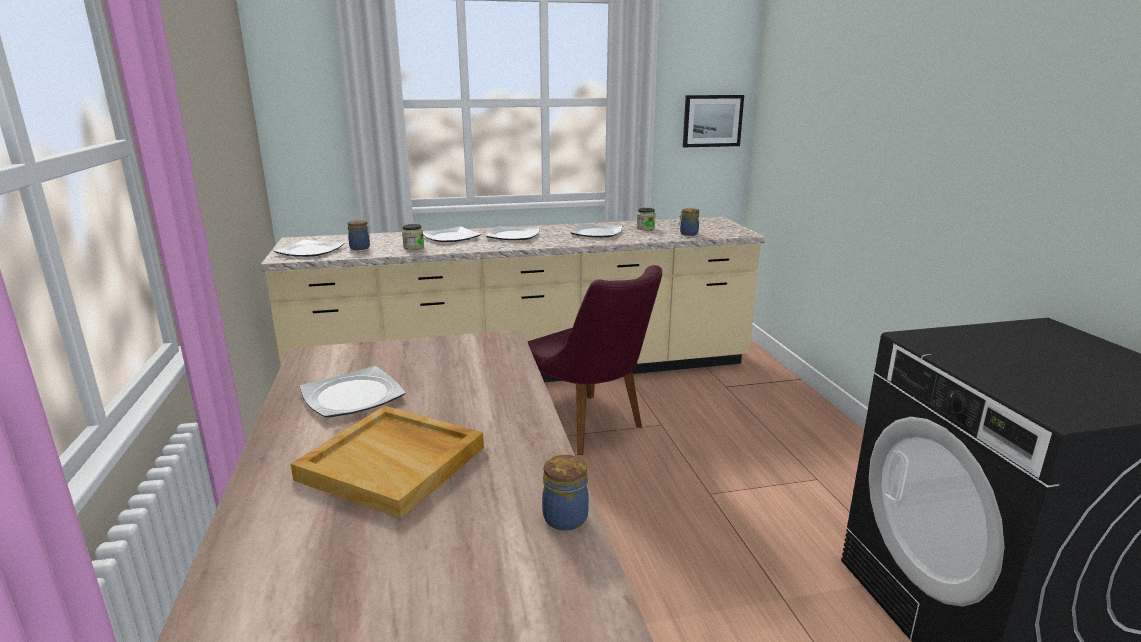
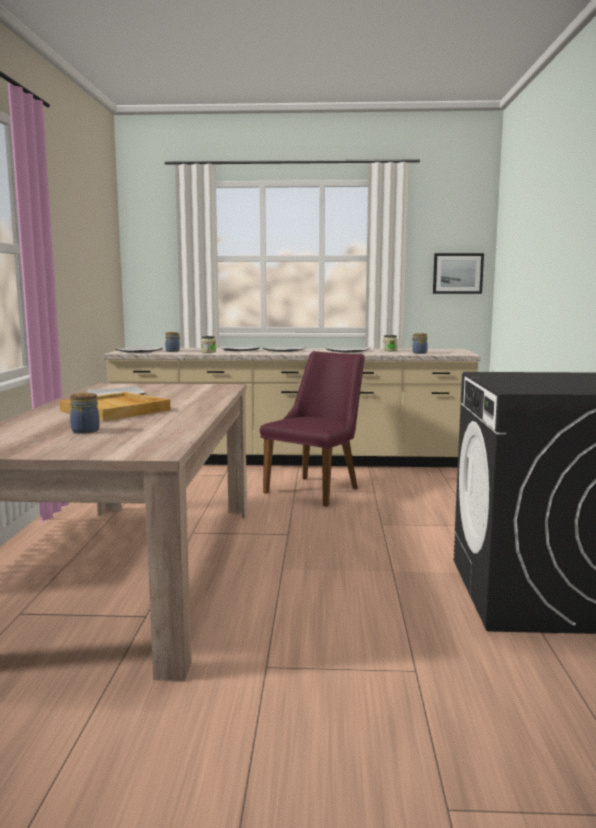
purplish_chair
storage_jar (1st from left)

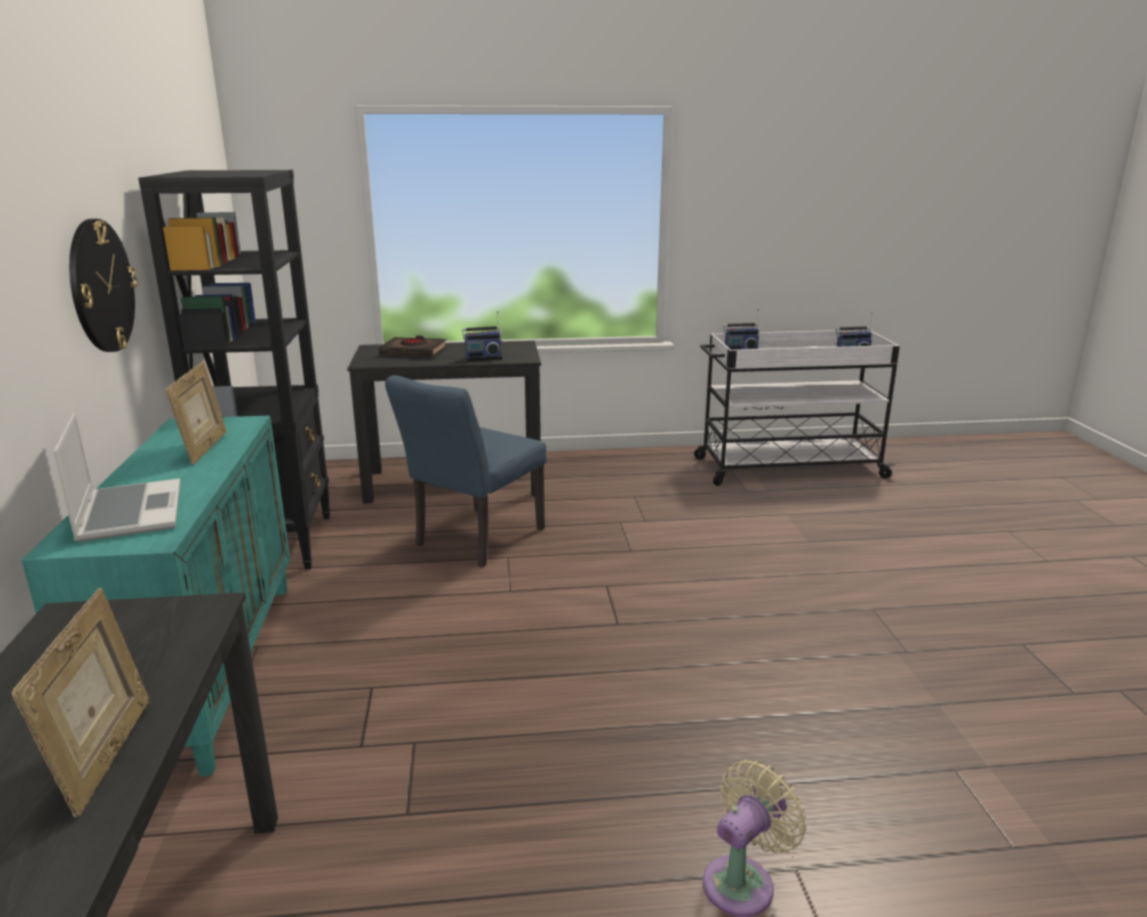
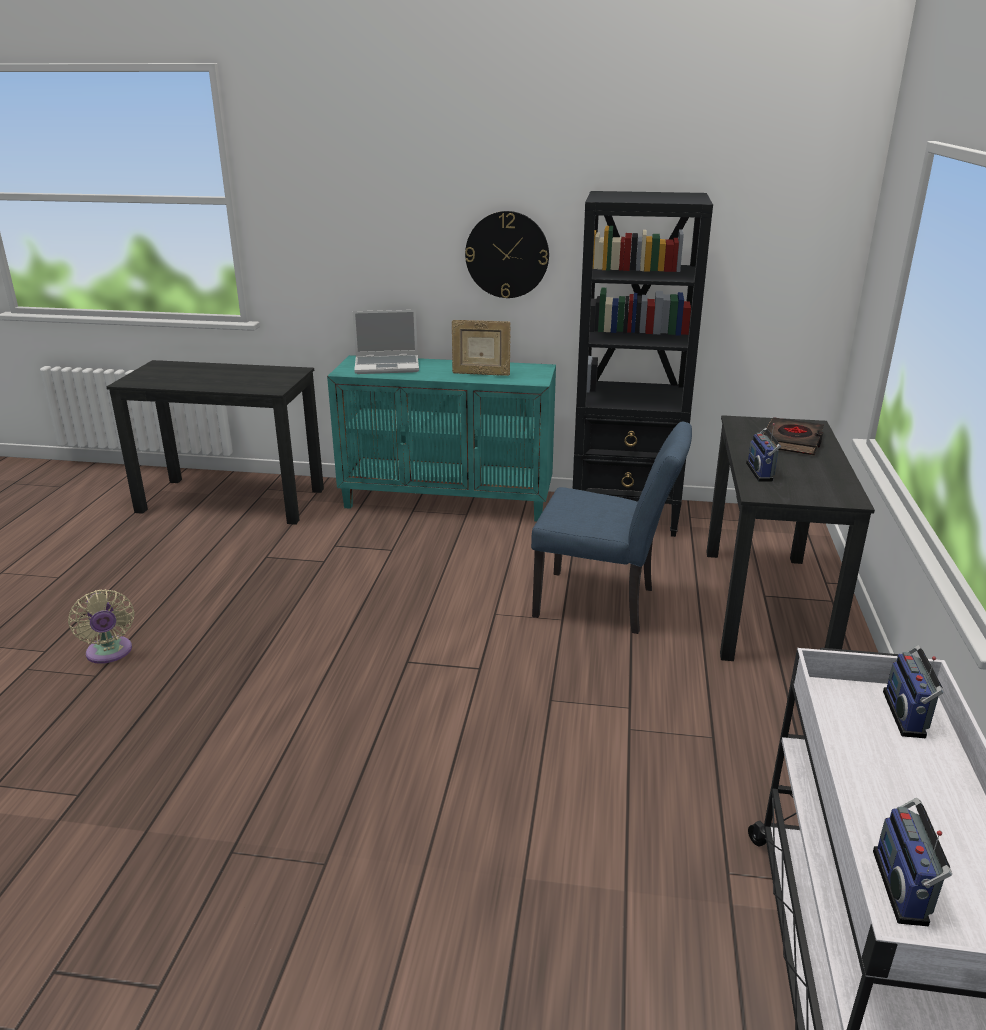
bluish_chair
picture_frame (1st from left in the first image)

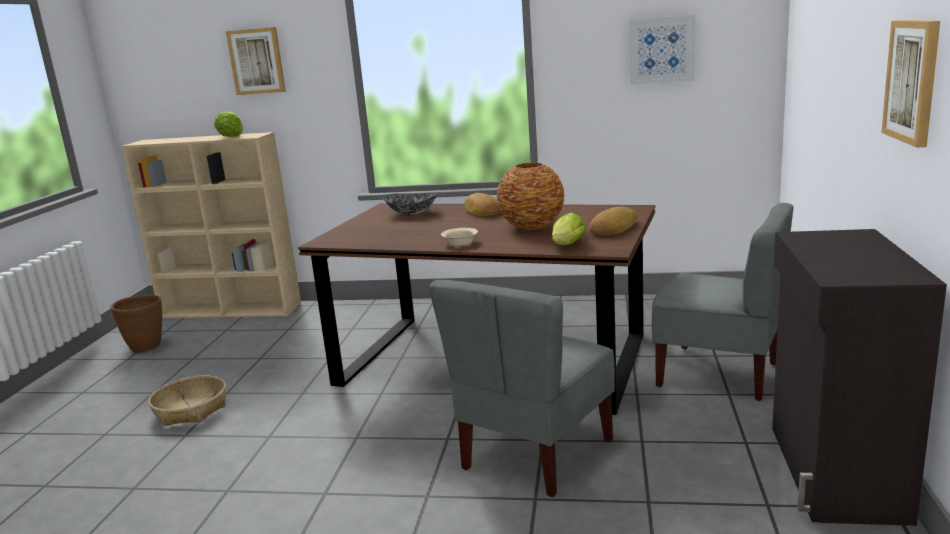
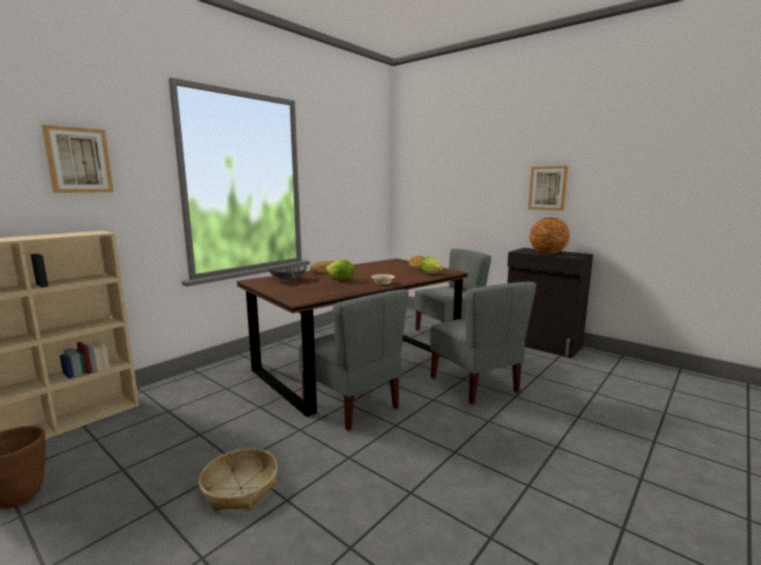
picture (2nd from left in the first image)
lettuce_head (1st from left)
decorative_vase
gray_chair (1st from left)

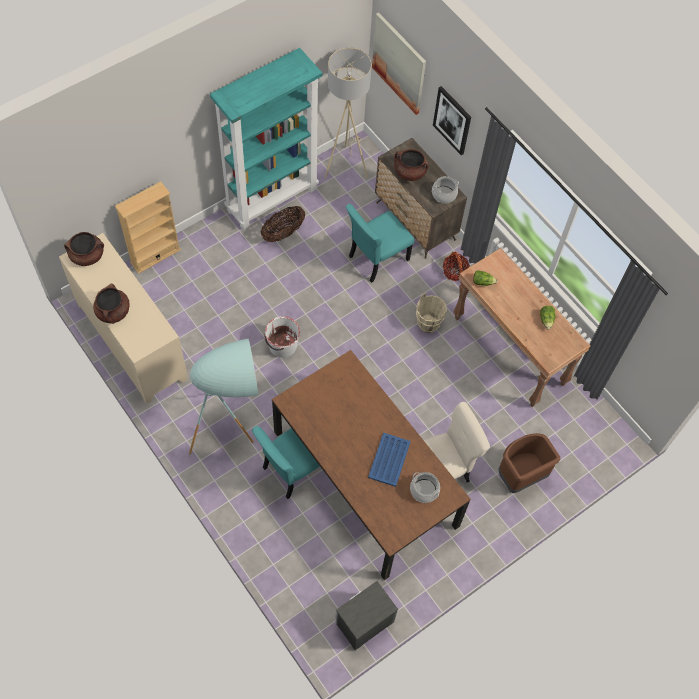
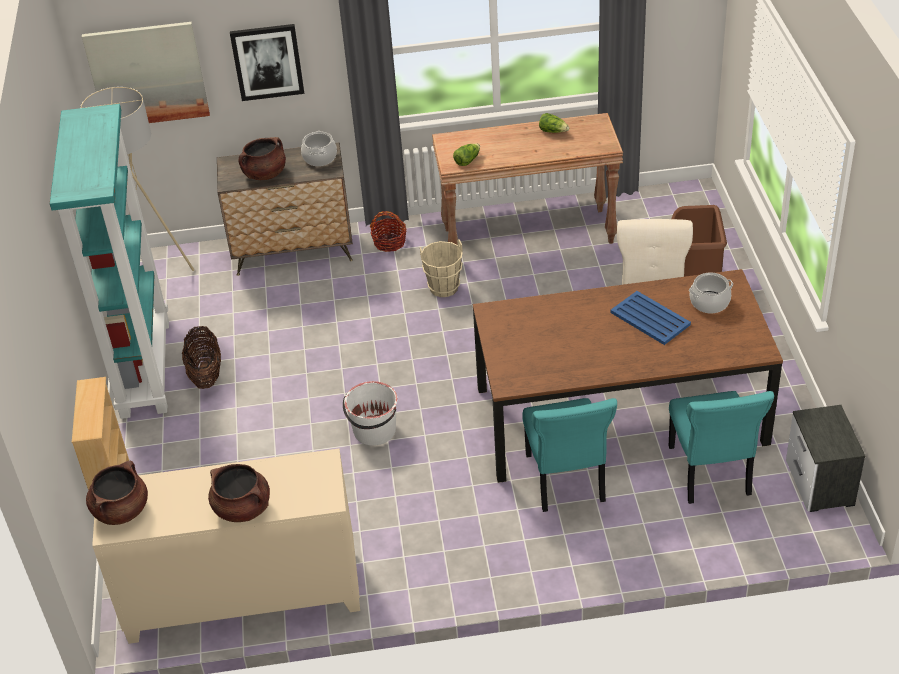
turquoise-coloured_chair (2nd from left)
turquoise-coloured_standing_lamp

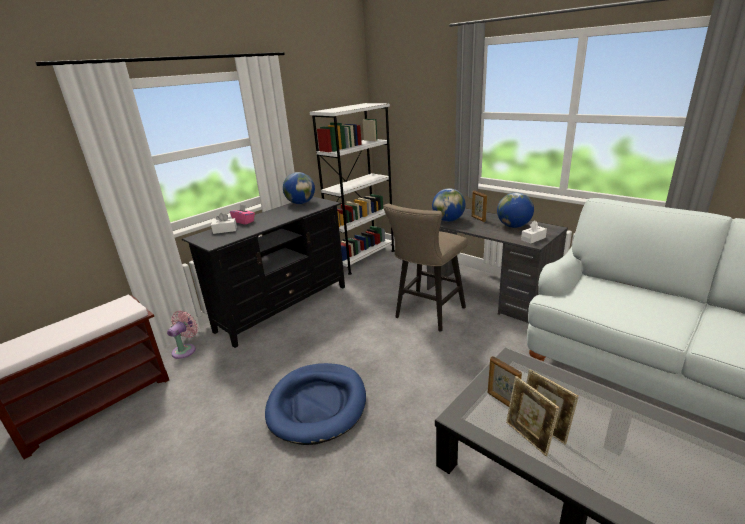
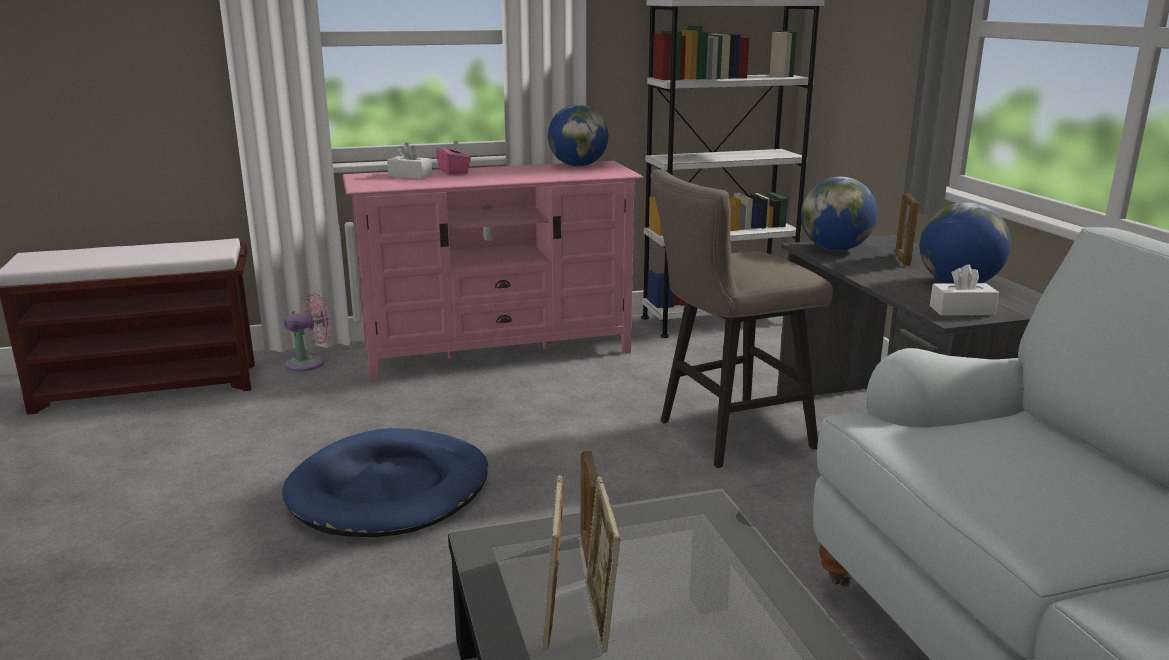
pink-coloured_media_console

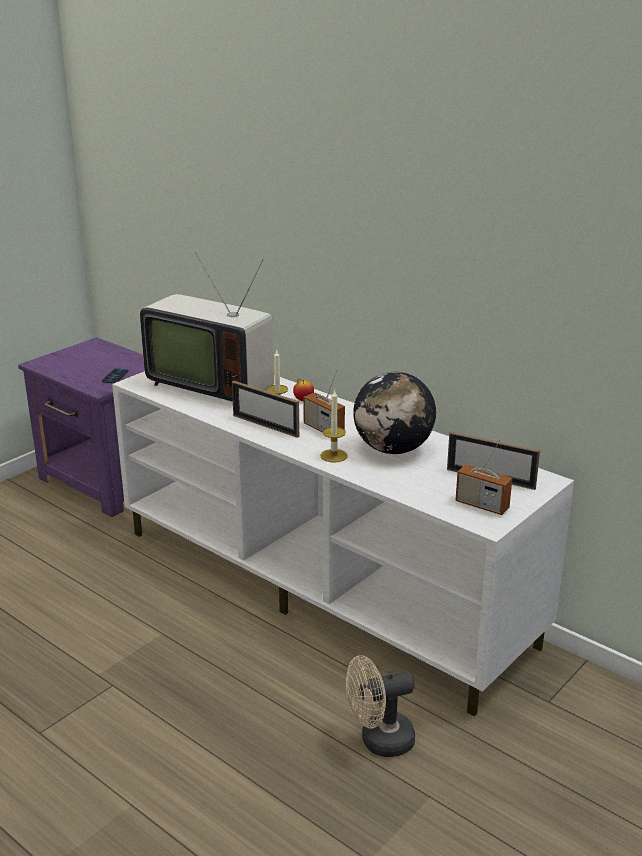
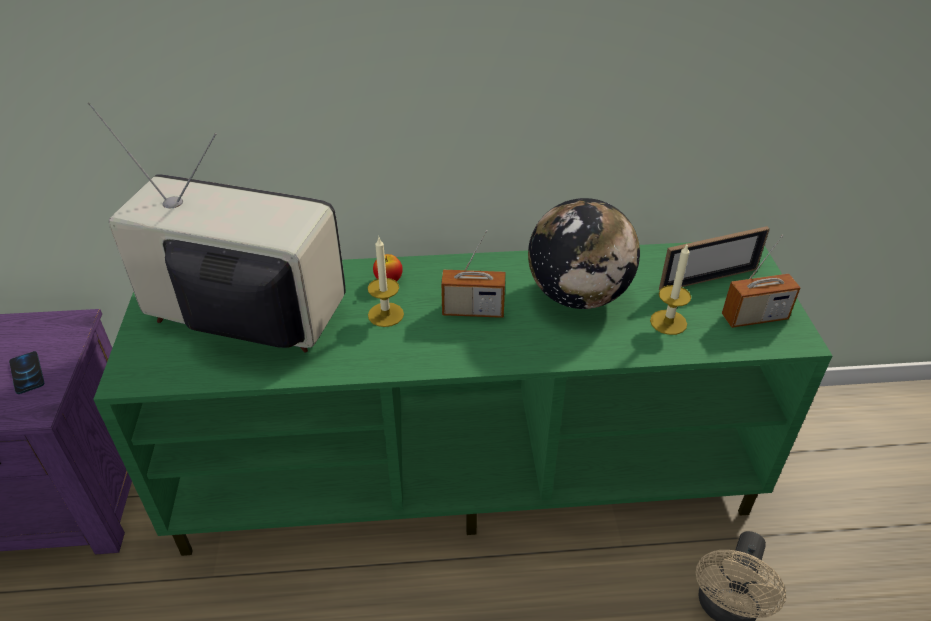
TV_set
greenish_media_console
picture_frame (1st from left in the first image)
wax_light (2nd from left)

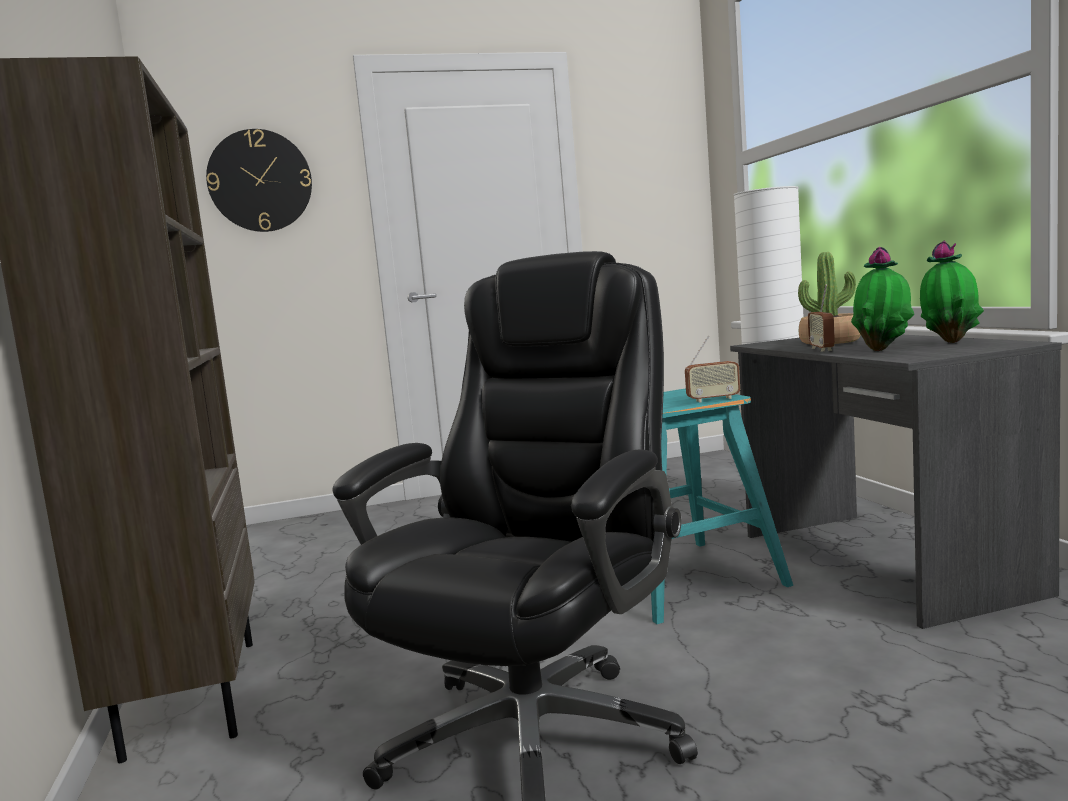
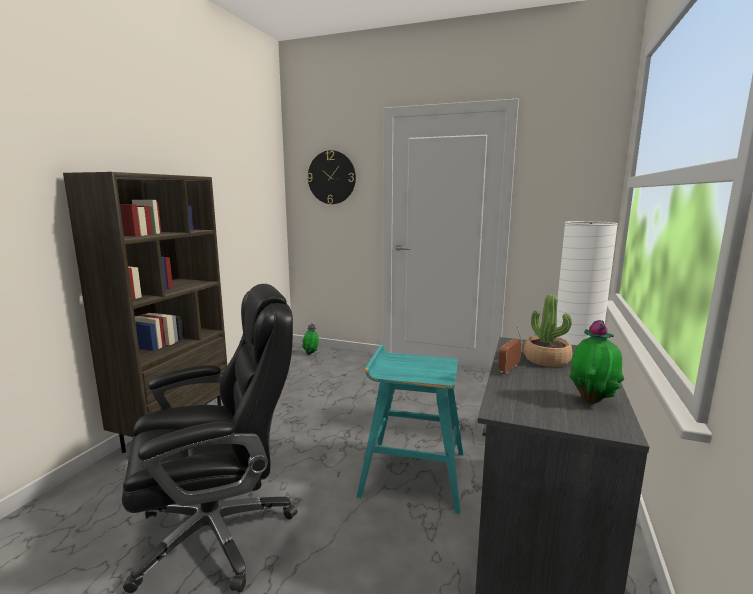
houseplant (1st from left)
radio (1st from left in the first image)

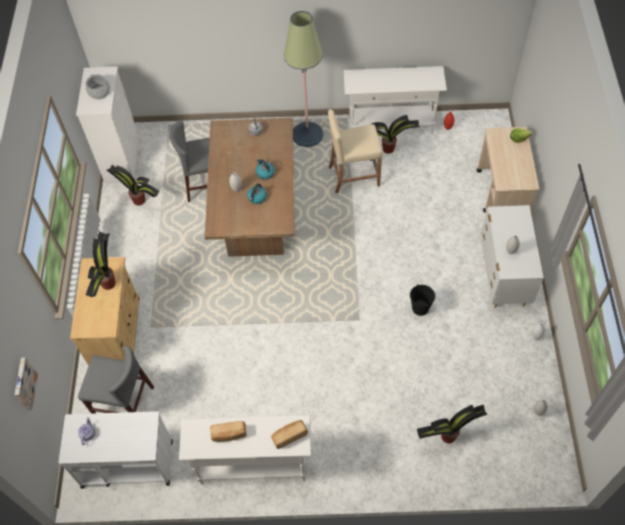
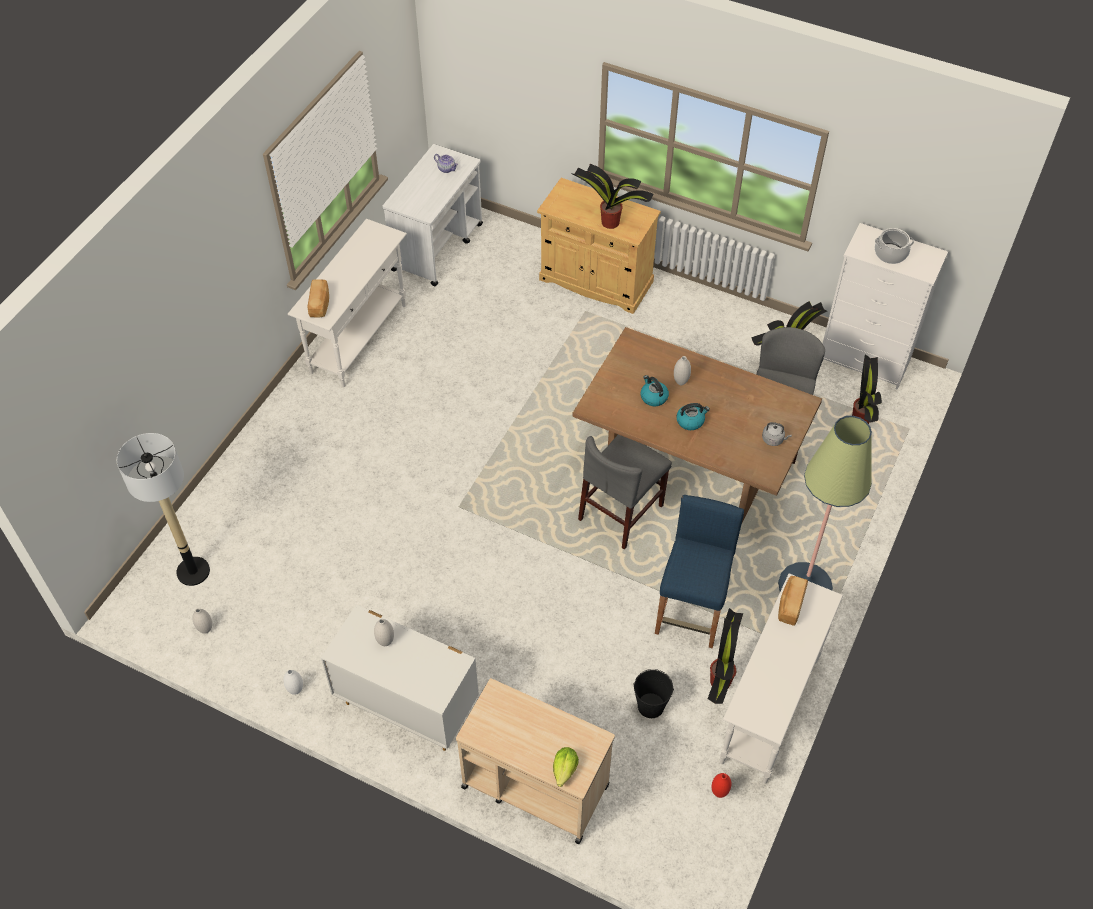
bluish_stool
black-coloured_water_bucket
gray_chair (1st from left)
picture
houseplant (4th from left)
baked_bread (2nd from left)
standing_lamp (1st from left)

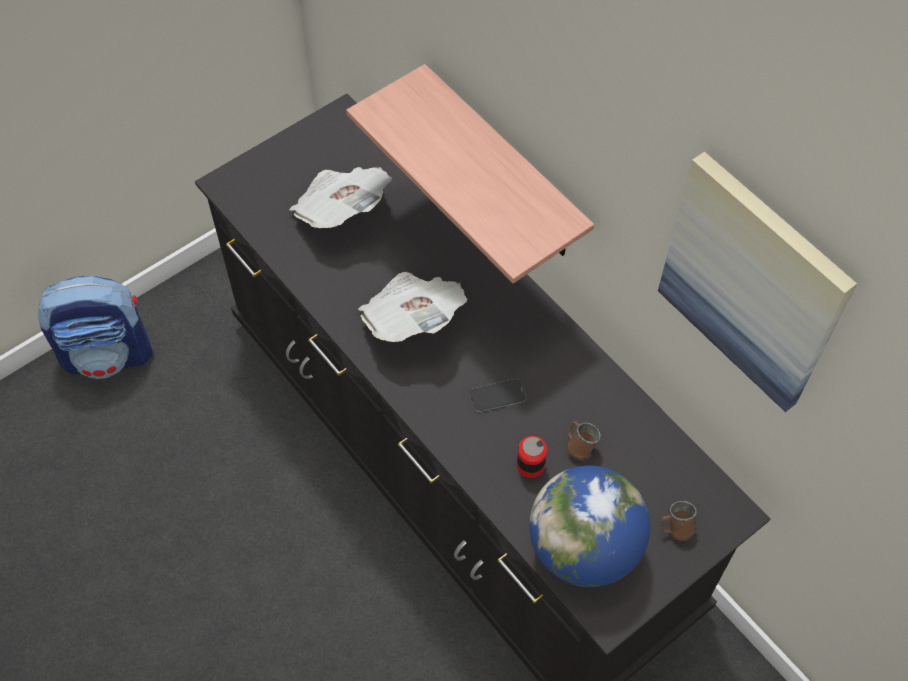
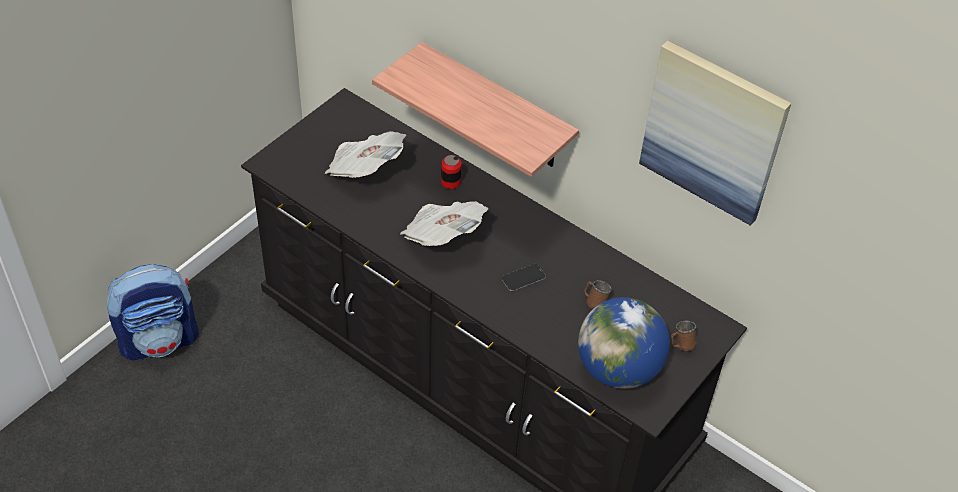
metal_can

